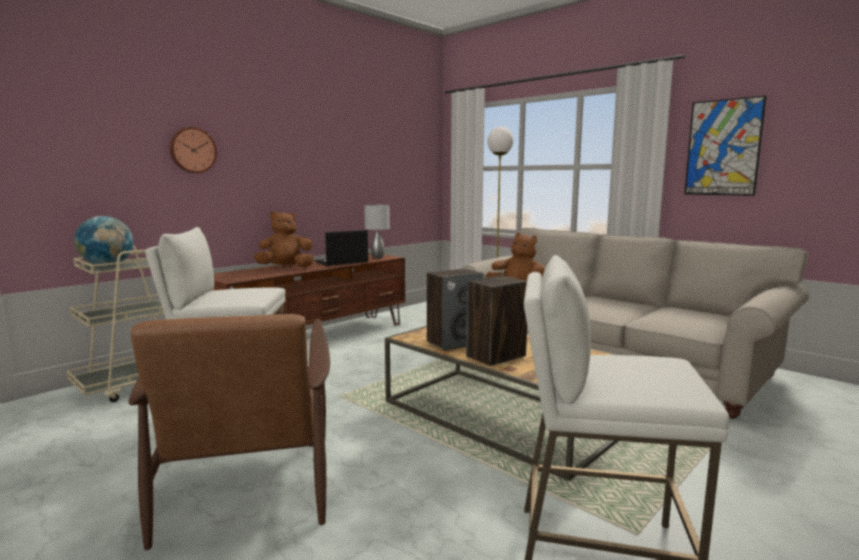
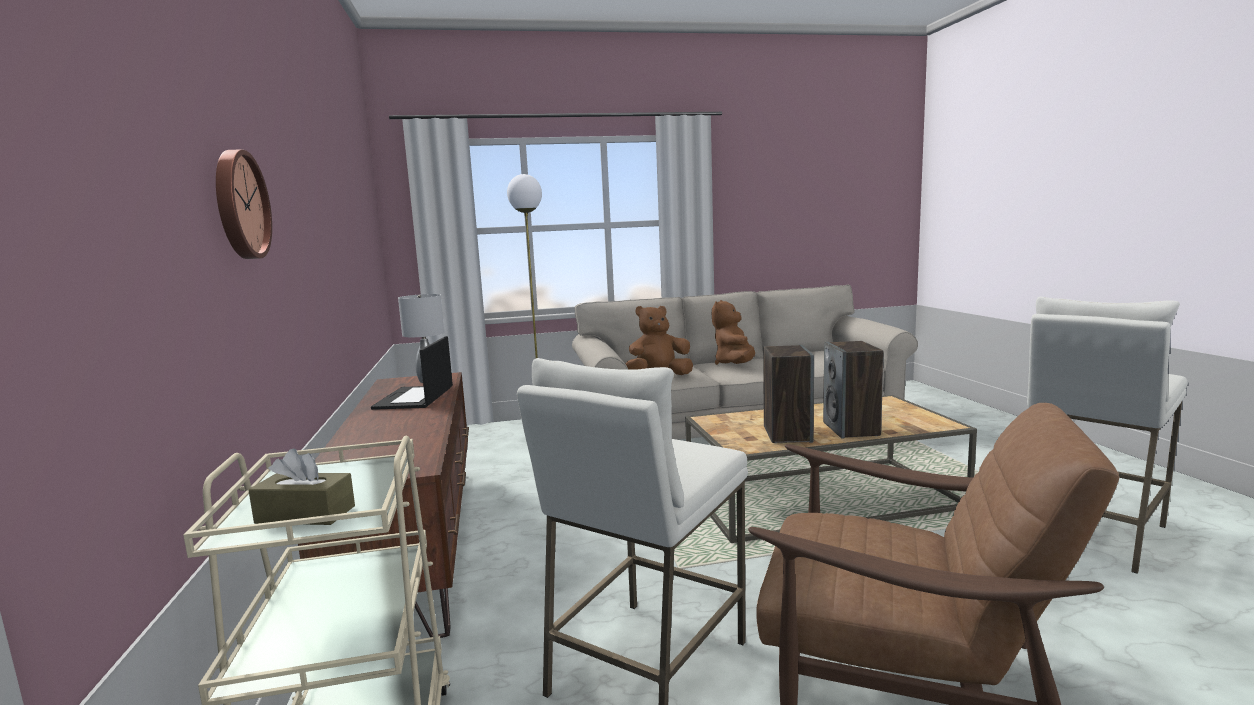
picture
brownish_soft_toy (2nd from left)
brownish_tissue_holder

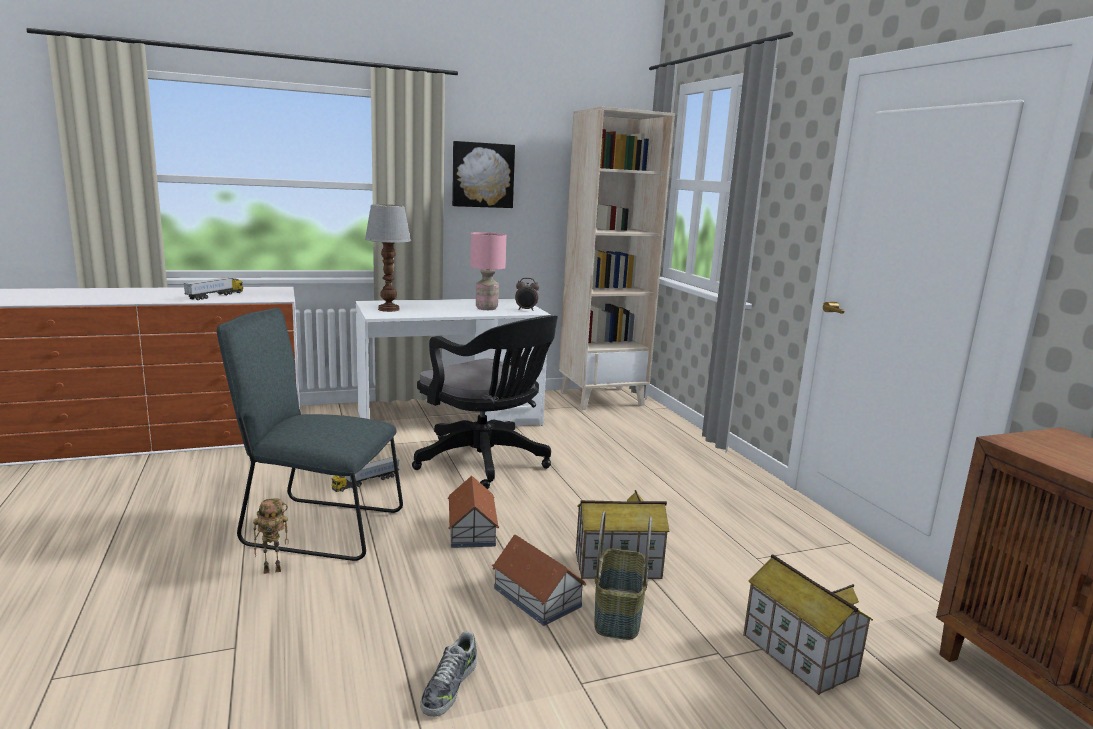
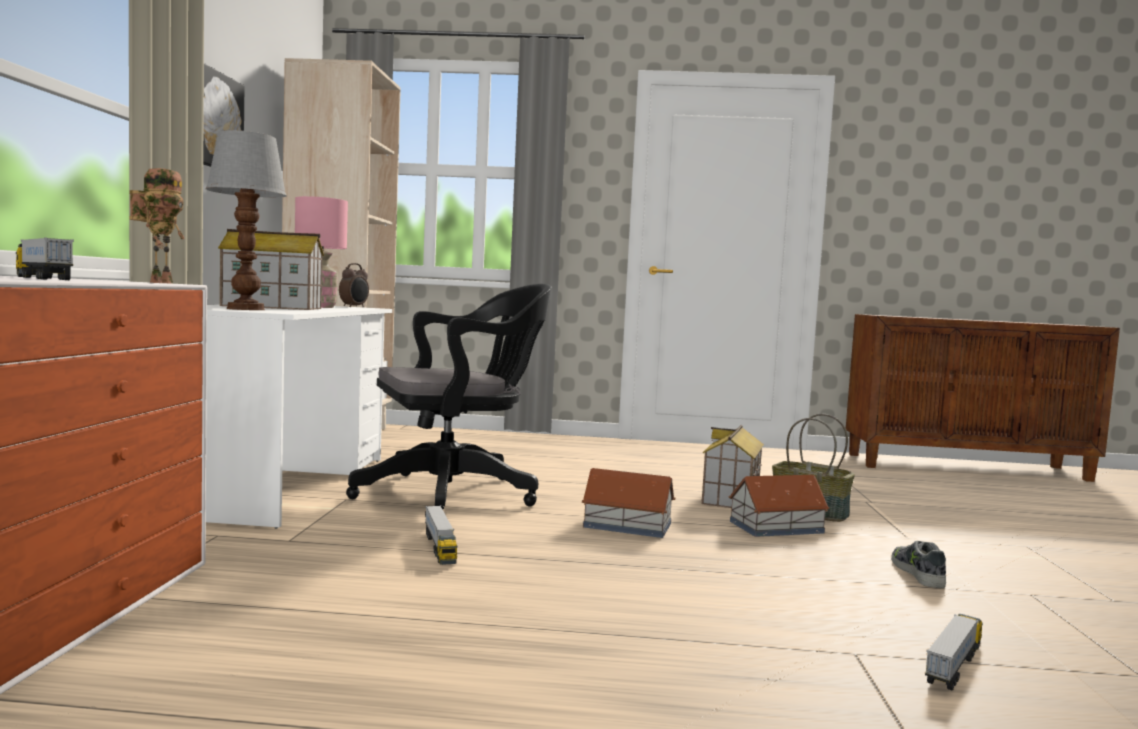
gray_chair
model_robot
miniature_house (1st from left)
shoe
toy_lorry (3rd from left)

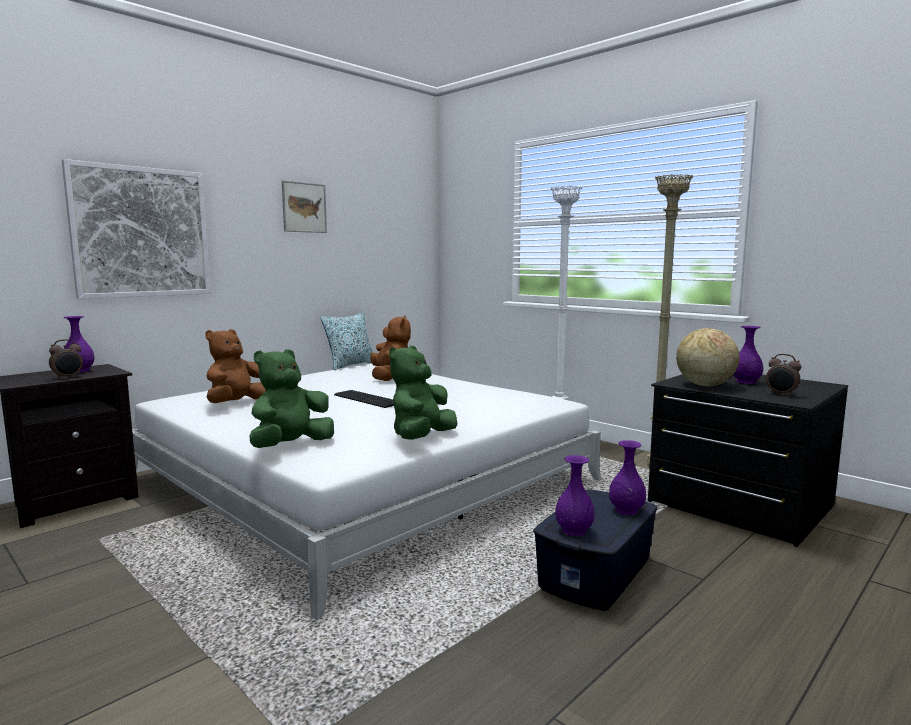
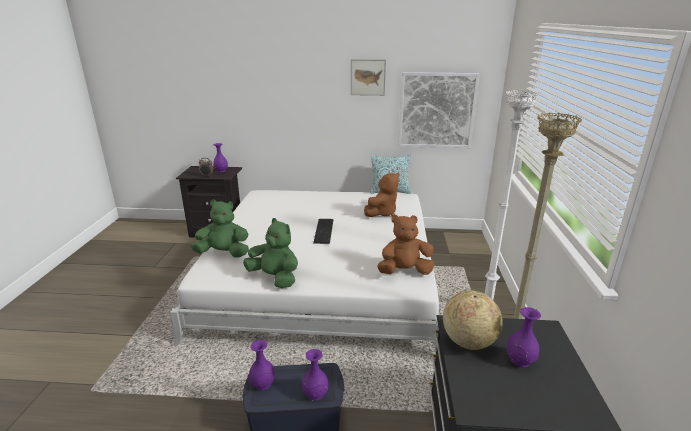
picture (2nd from left)
brownish_soft_toy (2nd from left)
greenish_soft_toy (2nd from left)
bedside_clock (2nd from left in the first image)

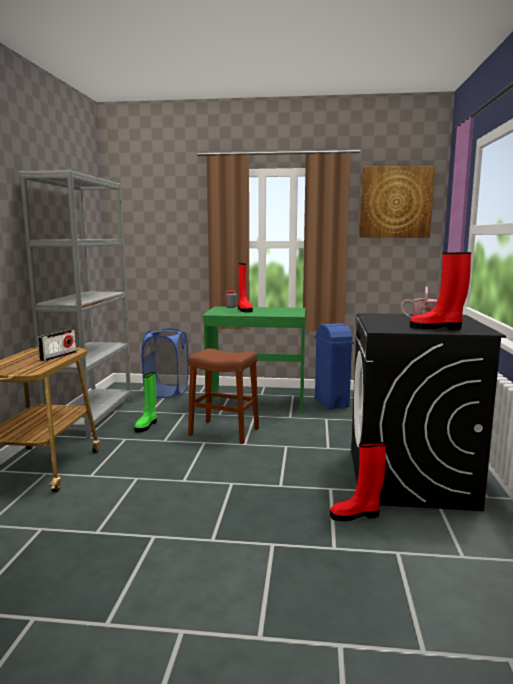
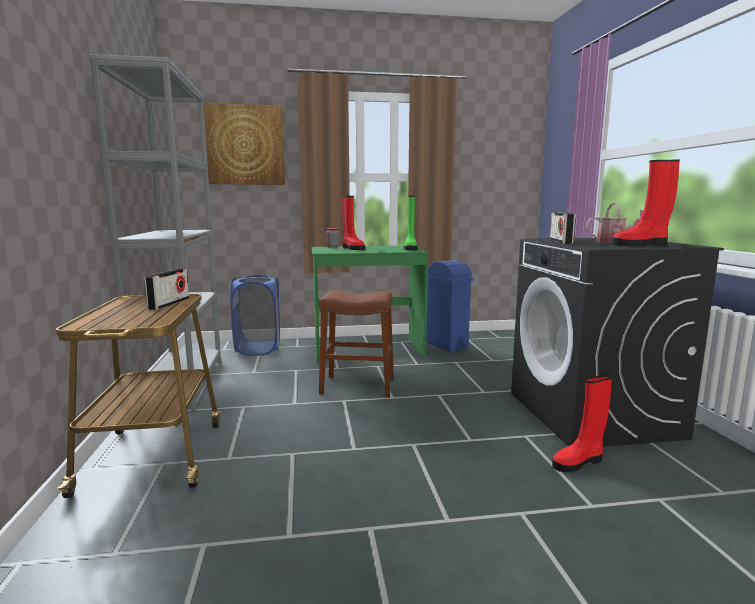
picture
greenish_high-top_boot
radio (2nd from left)

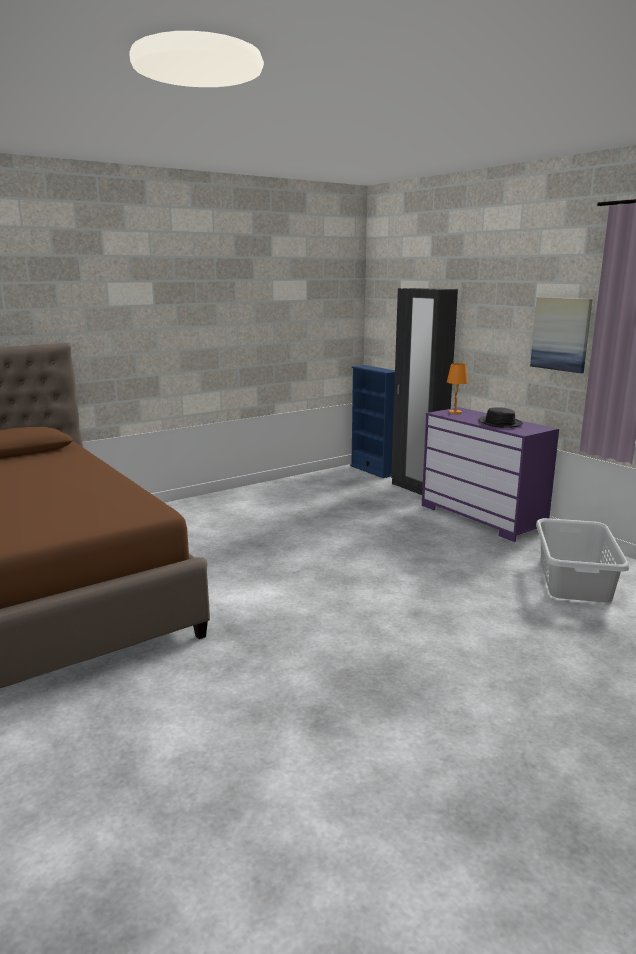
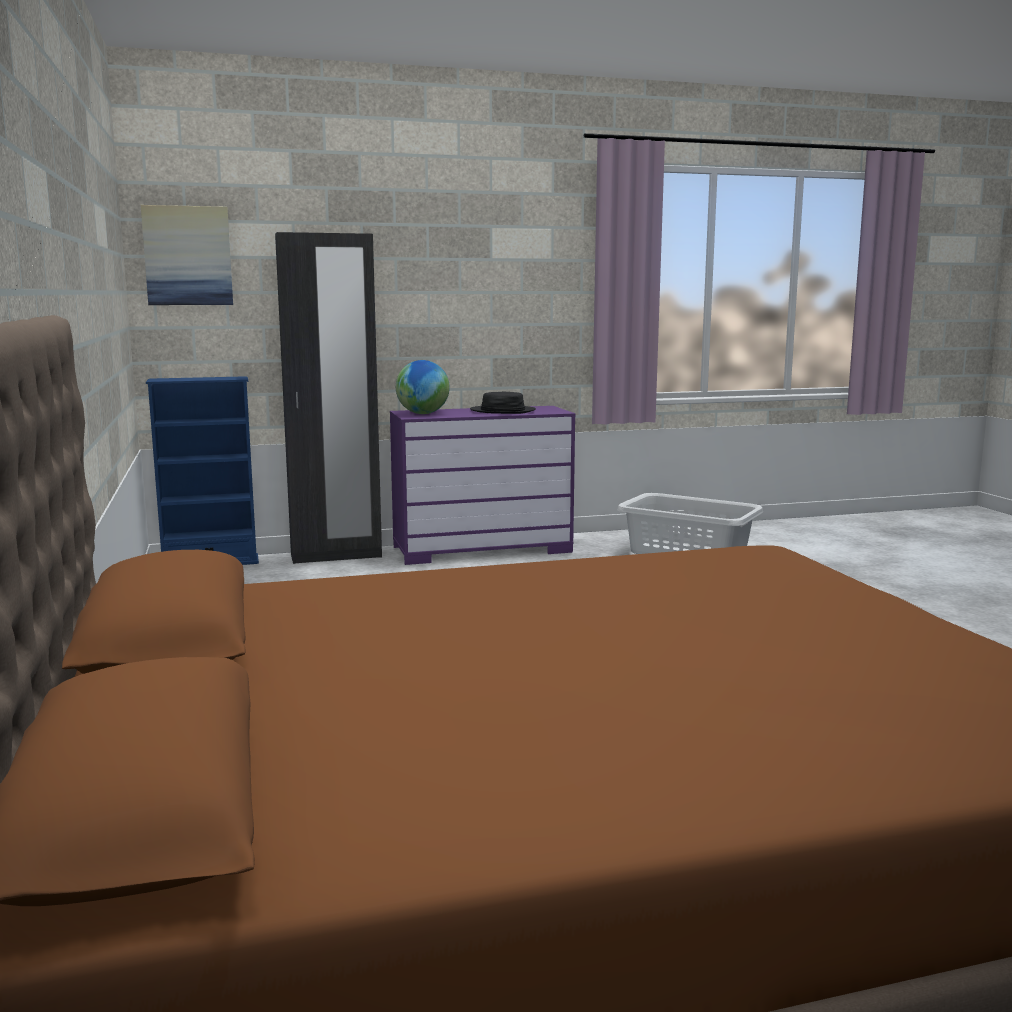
picture
desk_globe

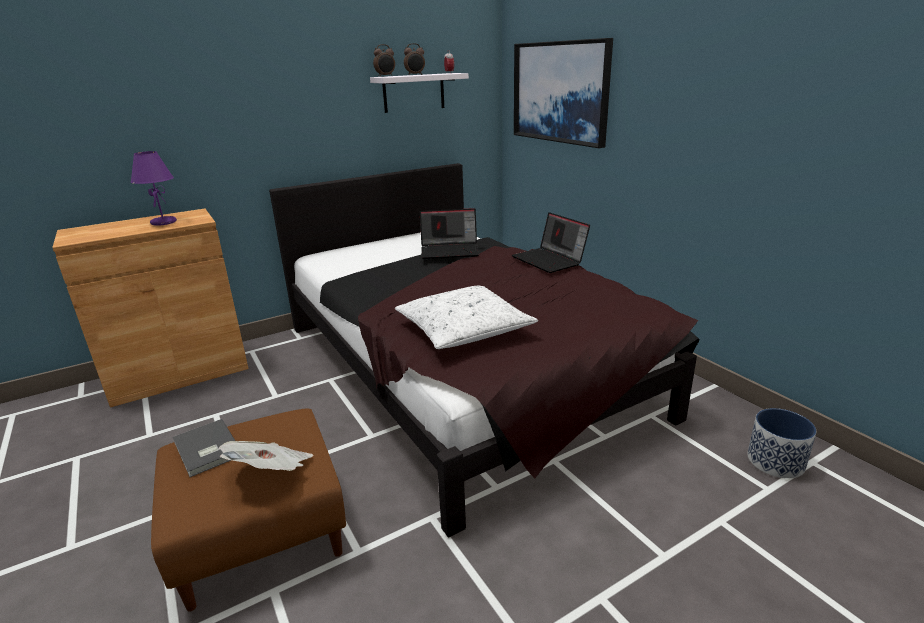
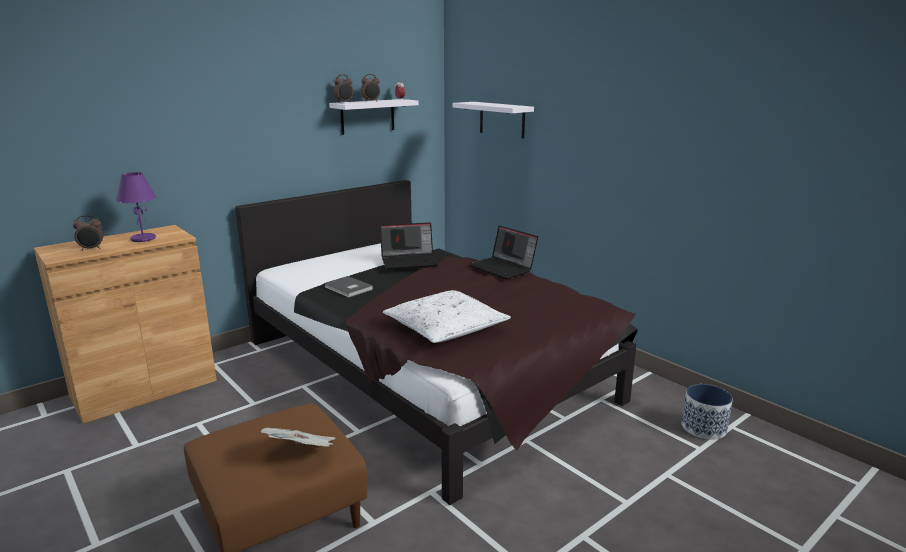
white_wall_shelf (2nd from left)
gray_book
bedside_clock (1st from left)

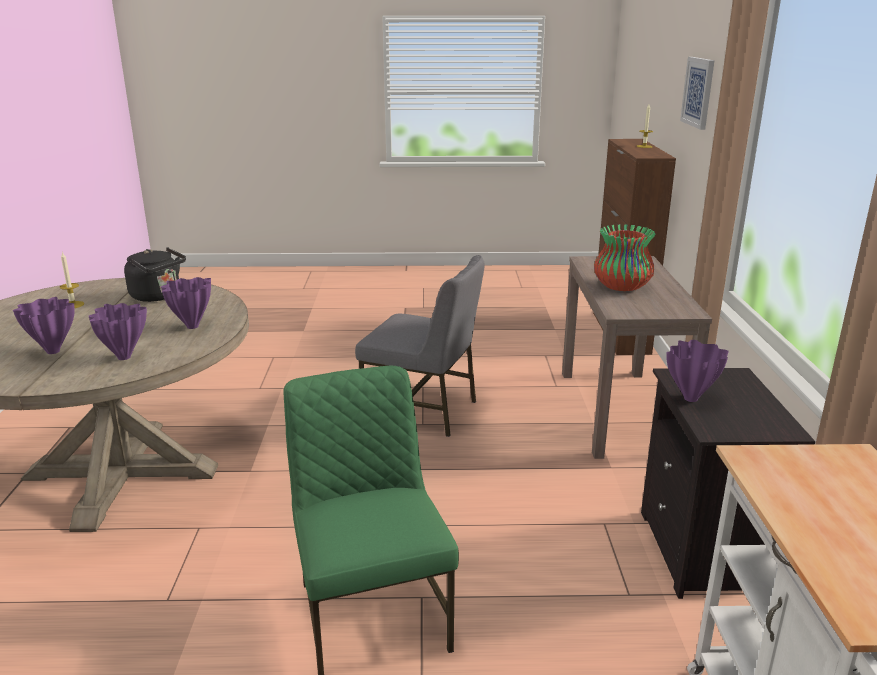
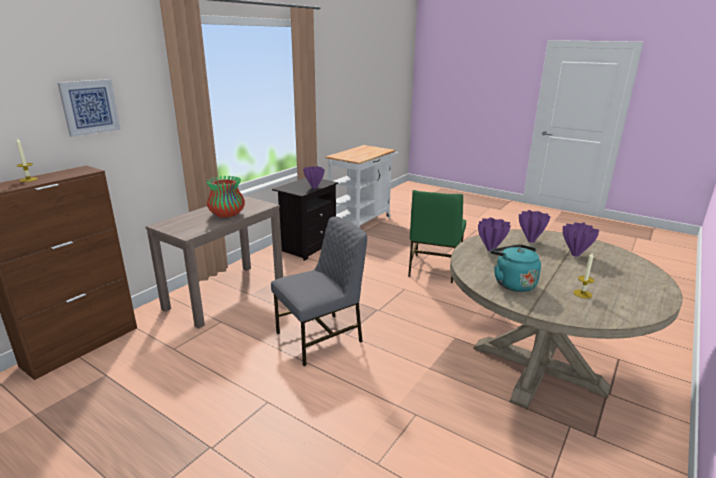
turquoise-coloured_water_kettle
gray_chair

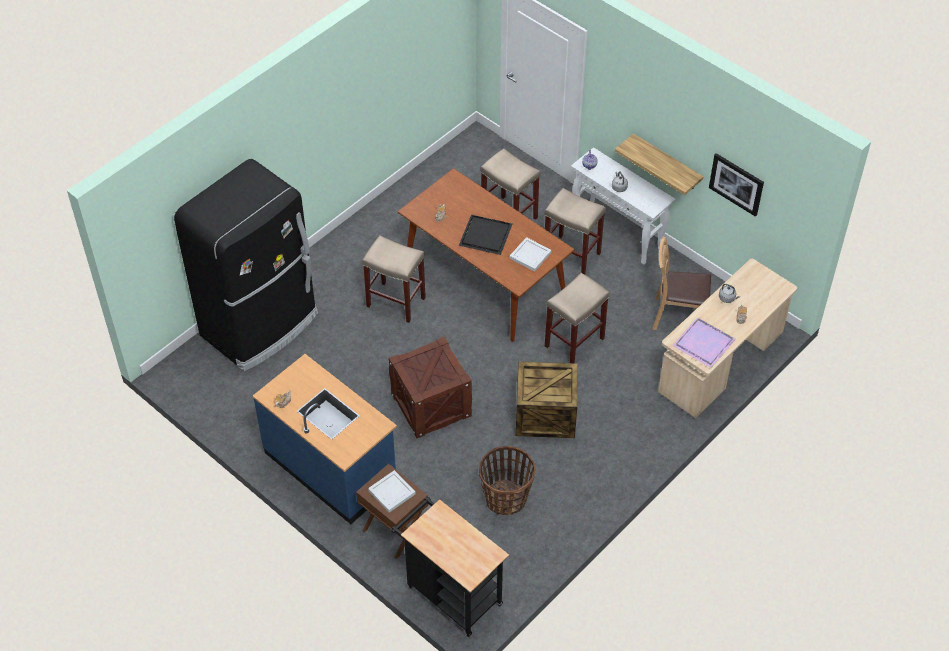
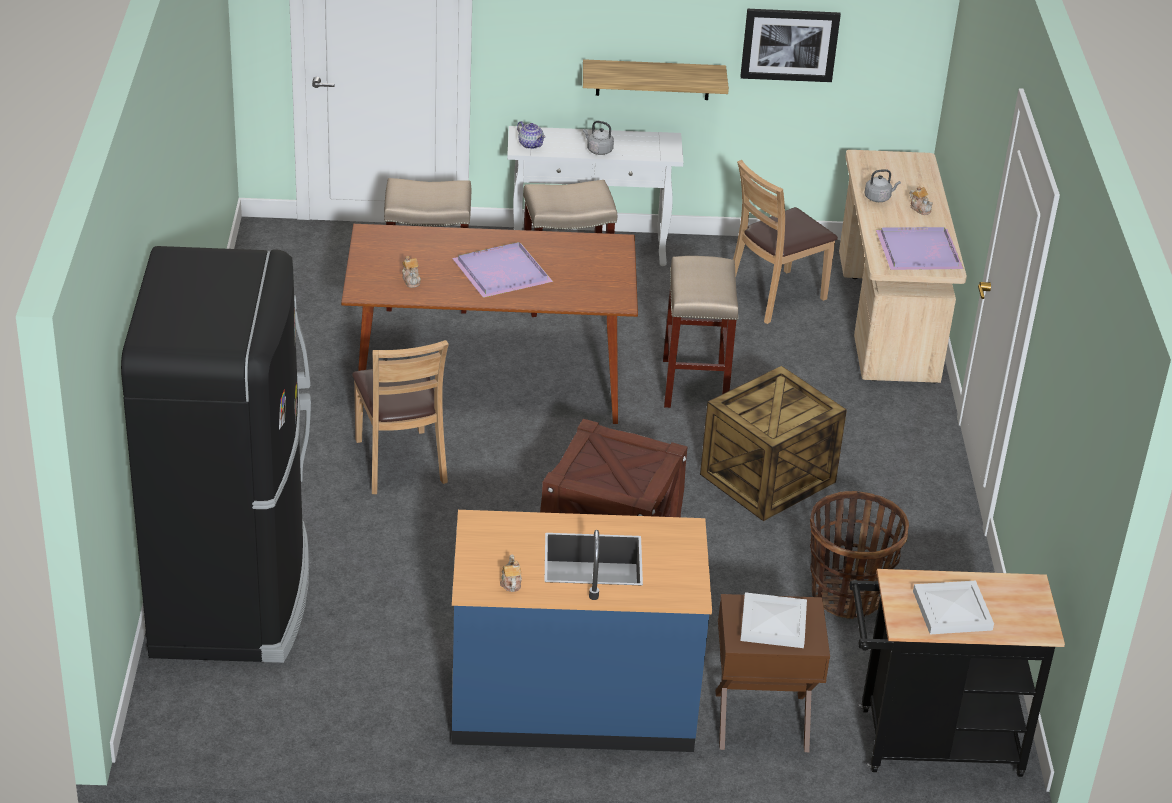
purplish_serving_tray (1st from left)
brownish_chair (1st from left)
white_serving_tray (2nd from left)

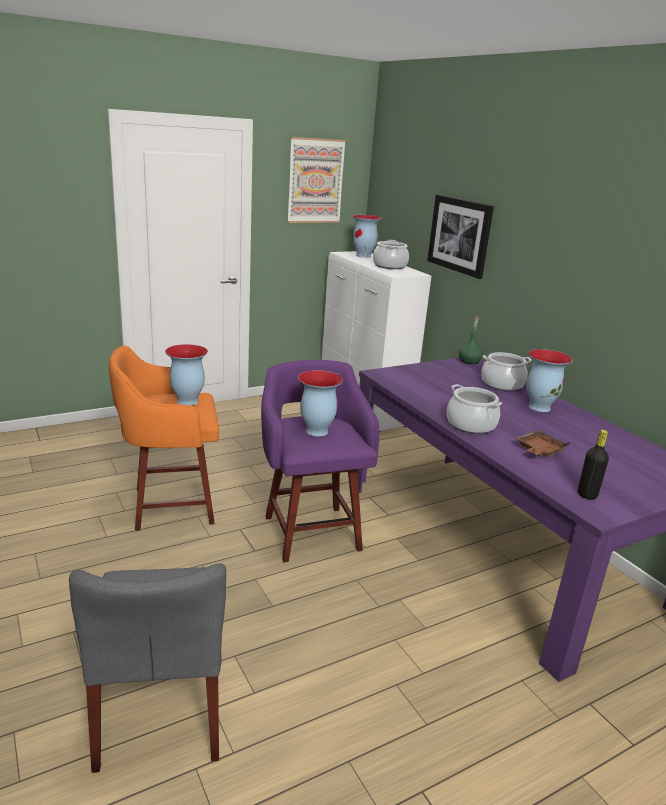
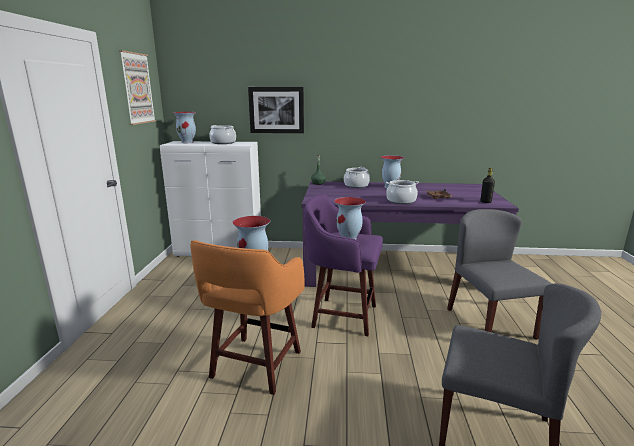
gray_chair (1st from left)

